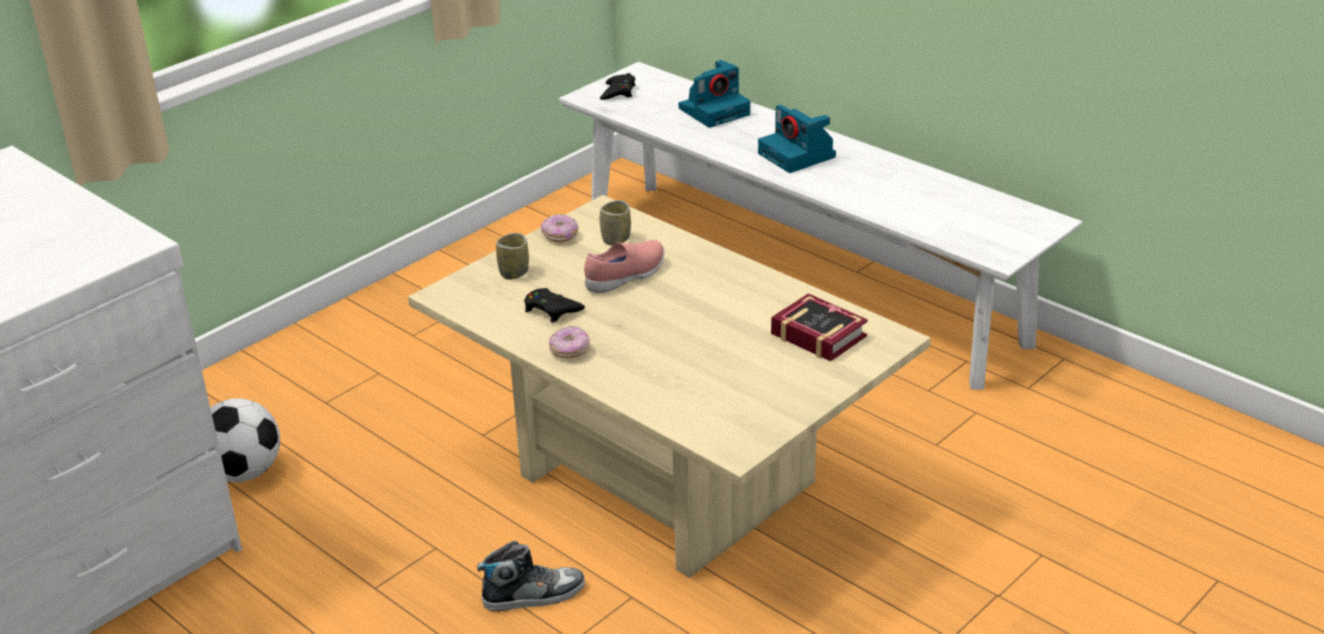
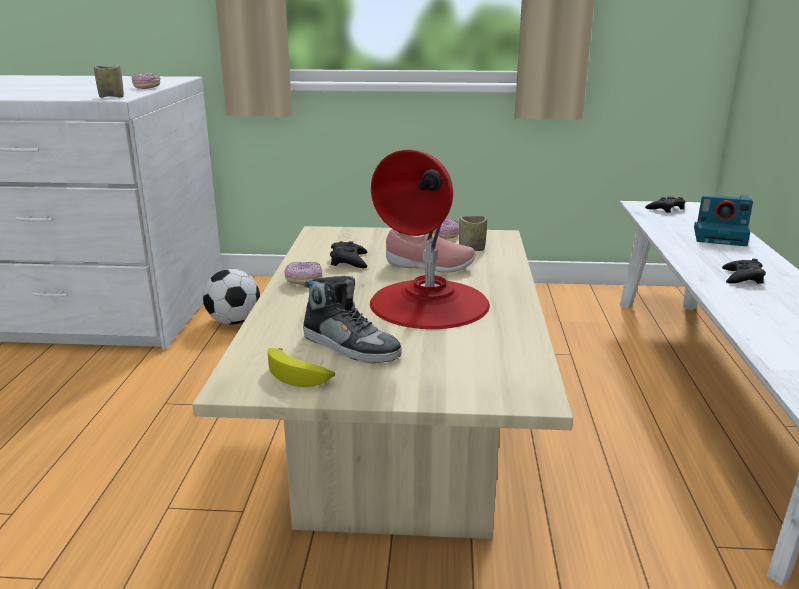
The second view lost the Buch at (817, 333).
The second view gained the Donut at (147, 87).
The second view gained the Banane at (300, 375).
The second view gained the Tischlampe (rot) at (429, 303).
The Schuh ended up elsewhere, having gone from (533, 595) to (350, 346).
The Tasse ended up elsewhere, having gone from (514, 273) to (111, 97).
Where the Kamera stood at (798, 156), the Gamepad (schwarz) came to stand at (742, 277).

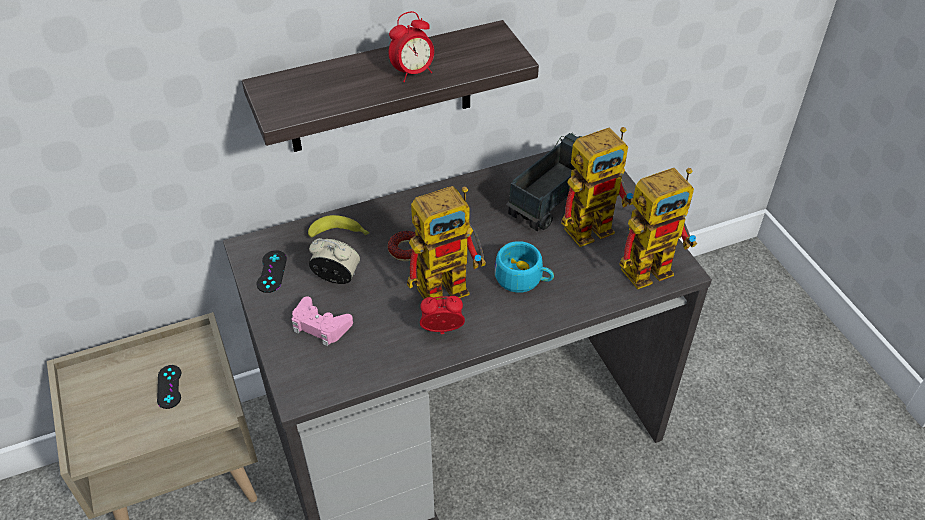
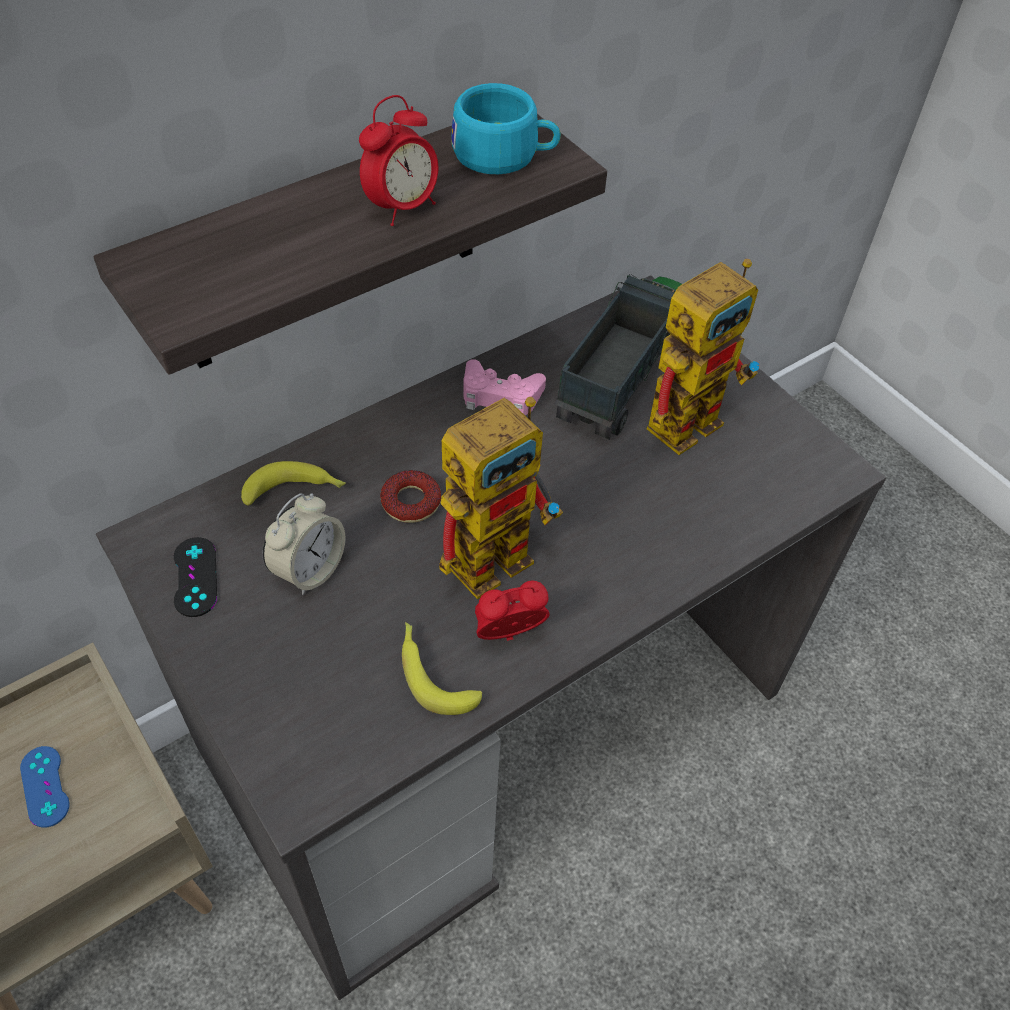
The second view lost the Spielzeugroboter at (653, 265).
The second view gained the Banane at (433, 673).
The Gamepad (rosa) ended up elsewhere, having gone from (320, 326) to (500, 396).
The Tasse (türkis) ended up elsewhere, having gone from (523, 279) to (505, 155).
What was the Gamepad (schwarz) at (169, 387) turned into the Gamepad (blau) at (45, 786).
The Wecker at (336, 277) ended up facing another way, 120 degrees clockwise from before.

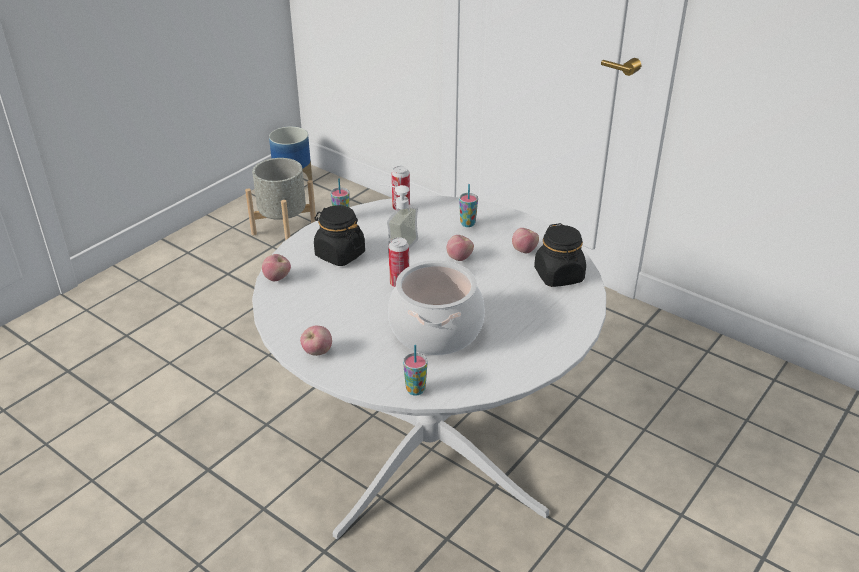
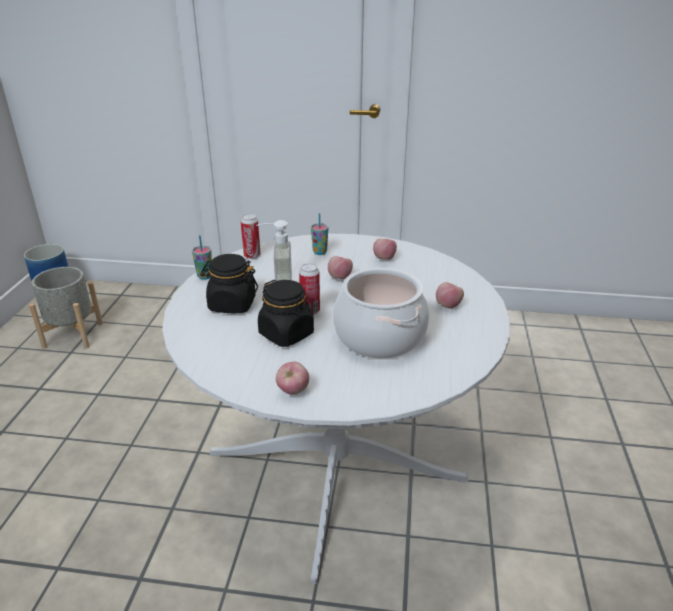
The second view lost the Tasse at (415, 390).
The Apfel ended up elsewhere, having gone from (277, 278) to (448, 306).
The Vorratsglas (schwarz) ended up elsewhere, having gone from (559, 276) to (286, 334).

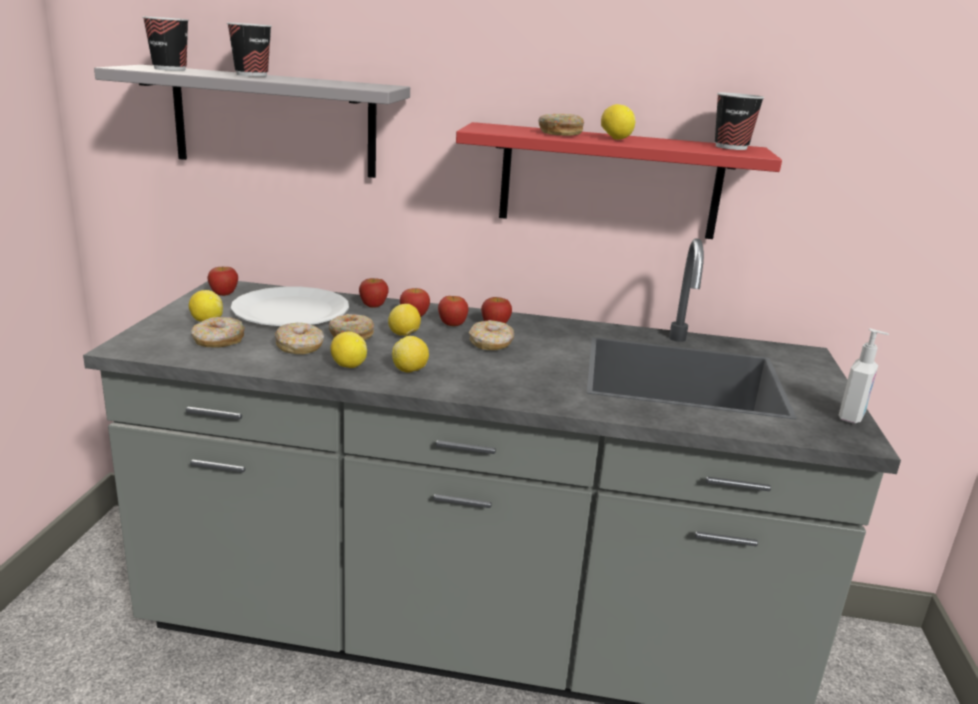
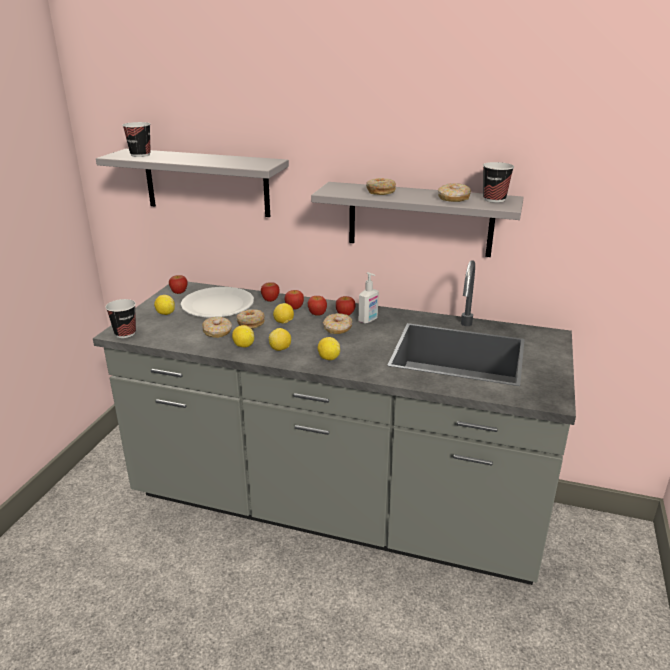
The Donut ended up elsewhere, having gone from (218, 341) to (453, 198).
The Tasse ended up elsewhere, having gone from (251, 75) to (125, 333).
The Zitrone ended up elsewhere, having gone from (615, 139) to (328, 358).
The Seifenspender ended up elsewhere, having gone from (852, 417) to (368, 320).
What was the Wandregal (rot) at (610, 182) turned into the Wandregal (grau) at (420, 219).

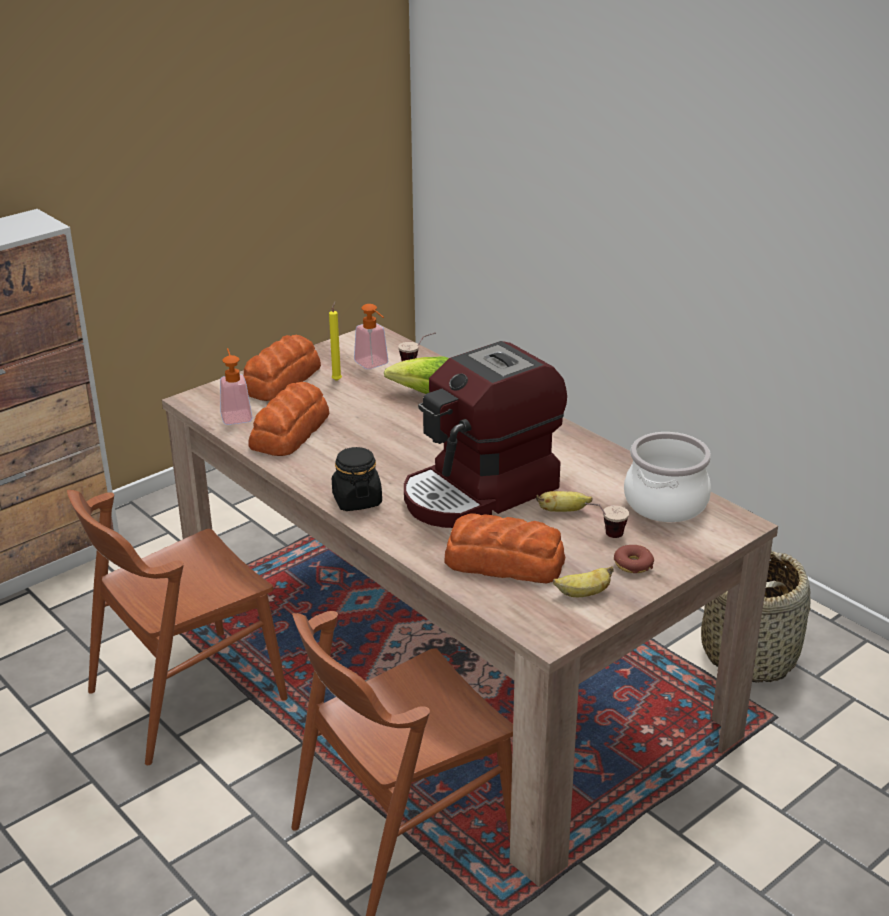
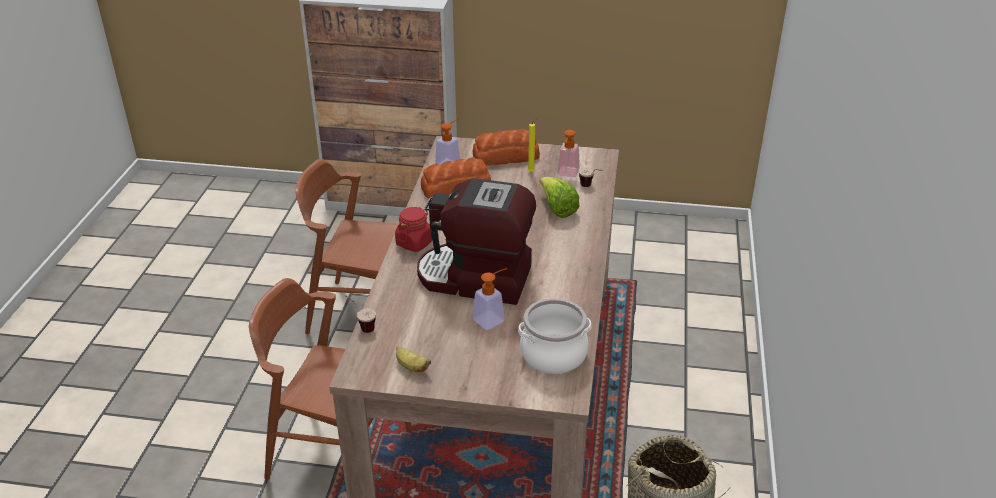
The second view lost the Brot at (503, 561).
The second view lost the Donut at (633, 564).
The Tasse ended up elsewhere, having gone from (604, 535) to (361, 326).
Where the Banane stood at (563, 511), the Seifenspender came to stand at (493, 318).
What was the Vorratsglas (schwarz) at (357, 500) turned into the Vorratsglas (rot) at (414, 243).

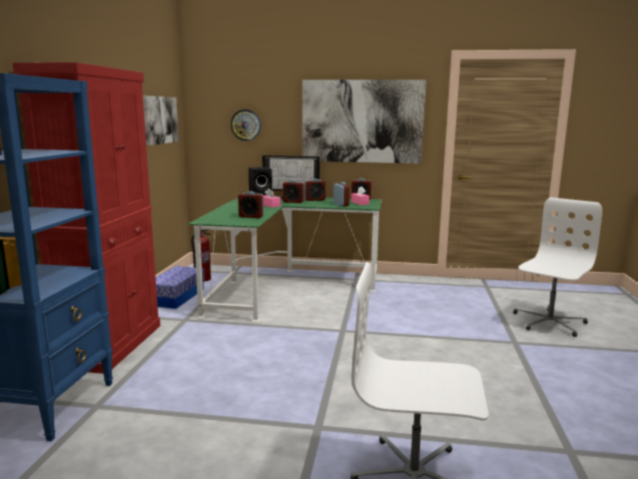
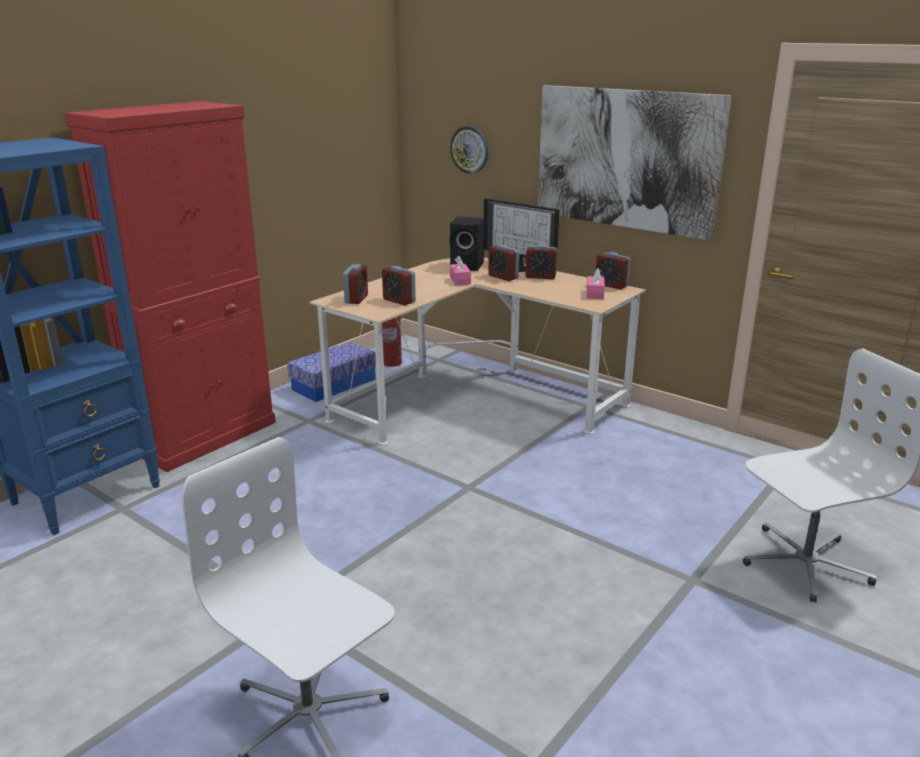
The second view lost the Bild at (159, 120).
The Wecker ended up elsewhere, having gone from (341, 204) to (356, 299).
What was the Schreibtisch (grün) at (284, 287) turned into the Schreibtisch (beige) at (475, 398).

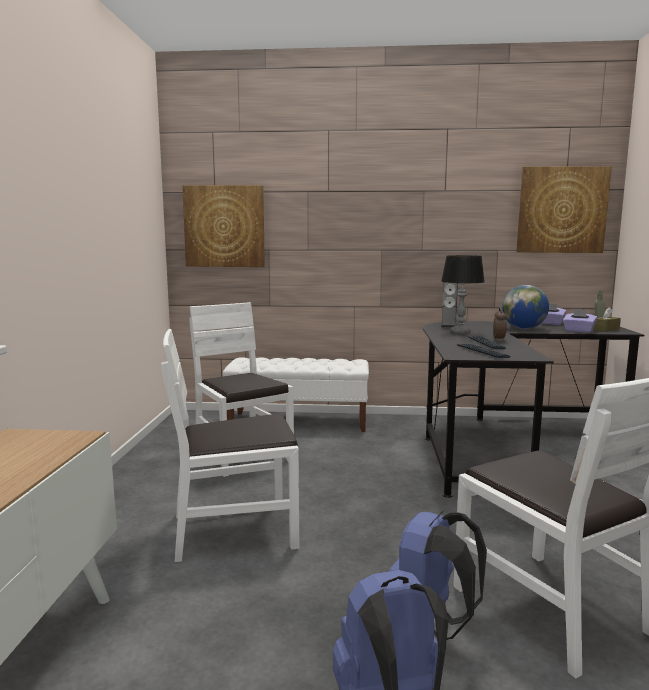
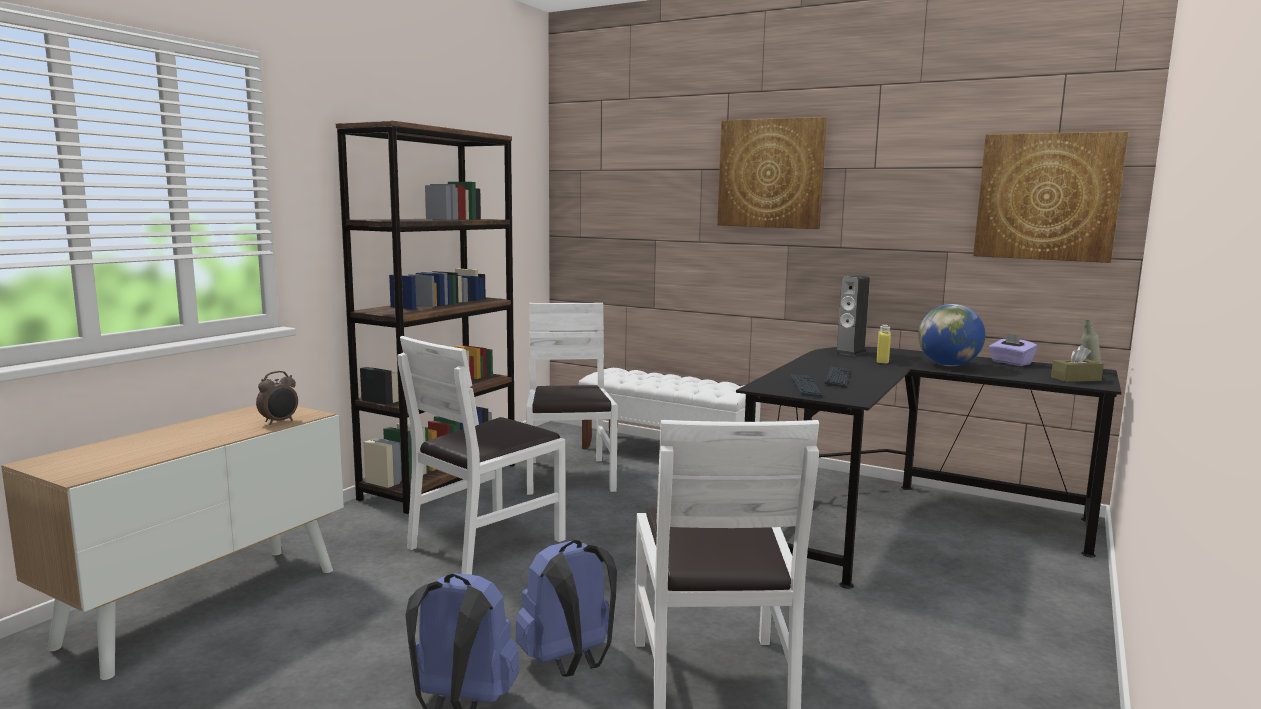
The second view lost the Tischlampe at (460, 332).
The second view lost the Taschentuchbox (lila) at (578, 331).
The second view gained the Bücherregal (braun) at (441, 481).
The second view gained the Flasche (gelb) at (882, 360).
The Bild ended up elsewhere, having gone from (224, 226) to (770, 173).
The Wecker ended up elsewhere, having gone from (499, 340) to (279, 422).
The Stuhl (weiß) at (234, 529) ended up facing another way, 60 degrees counterclockwise from before.

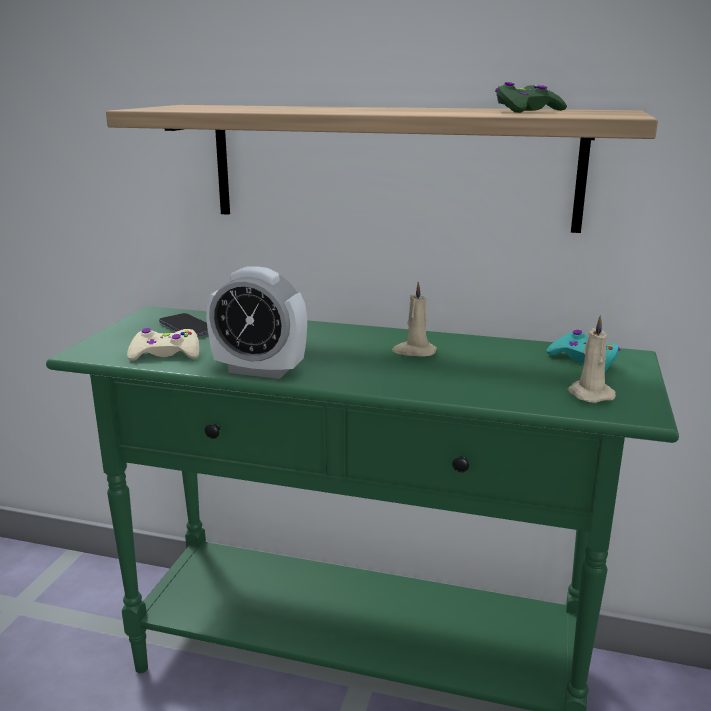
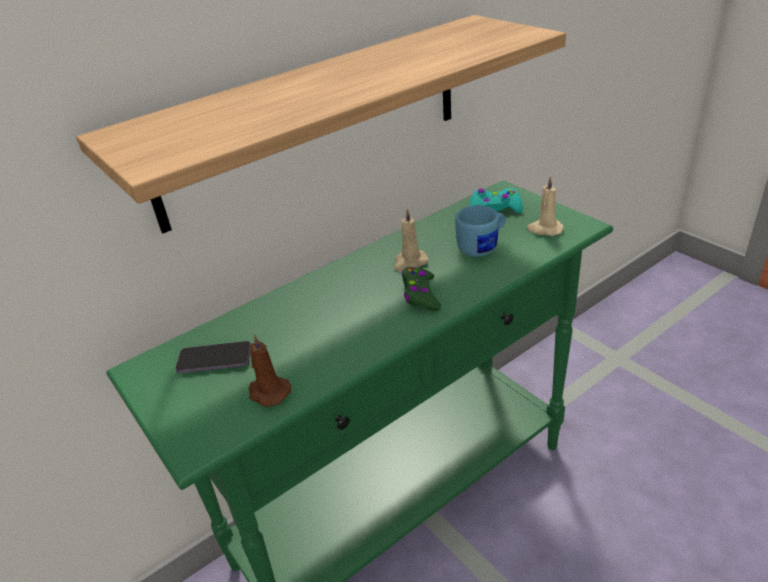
The second view lost the Wecker at (259, 370).
The second view gained the Henkelbecher (blau) at (482, 247).
The Gamepad (grün) ended up elsewhere, having gone from (527, 111) to (420, 295).
Where the Gamepad (beige) stood at (165, 354), the Kerze (braun) came to stand at (268, 392).

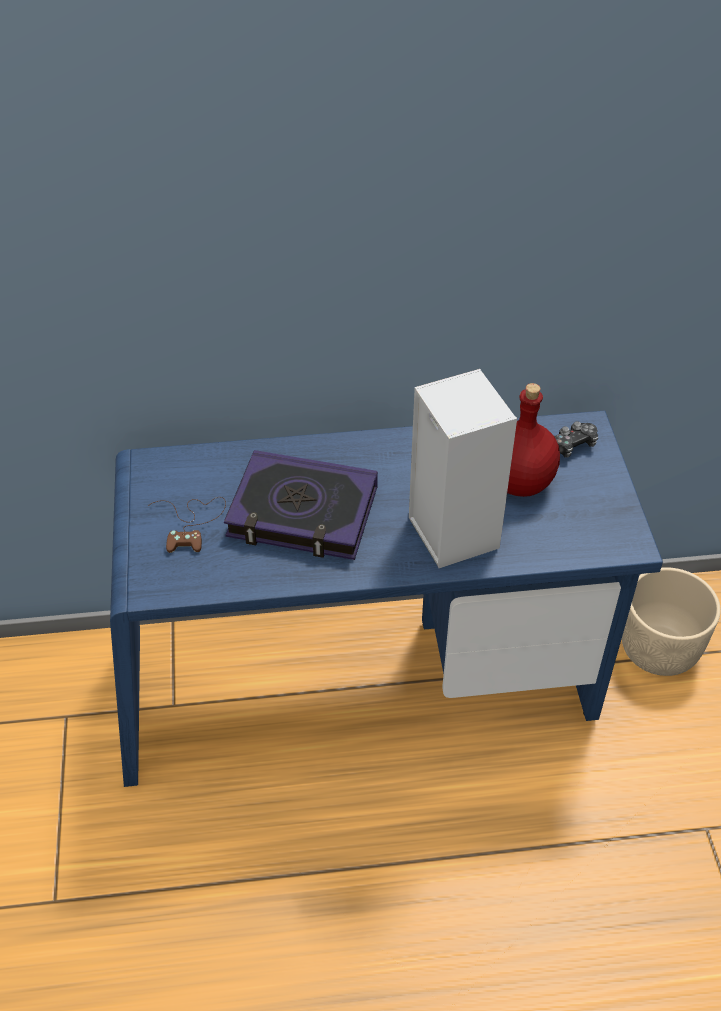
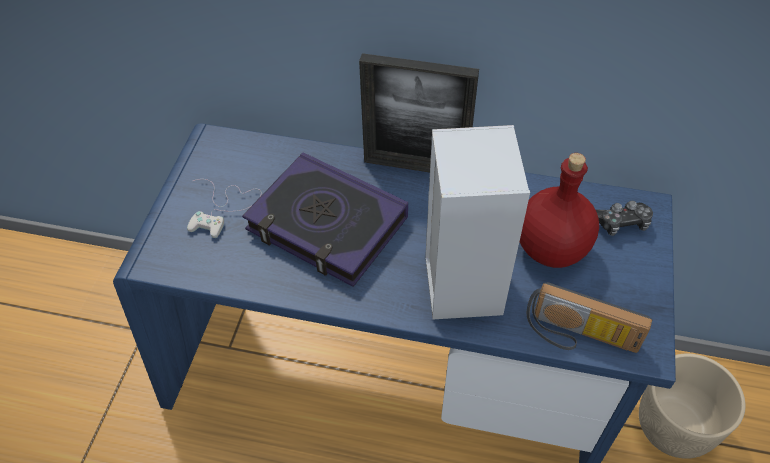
The second view gained the Bilderrahmen at (415, 166).
The second view gained the Radio at (579, 337).
What was the Gamepad (braun) at (192, 522) turned into the Gamepad (weiß) at (224, 207).

